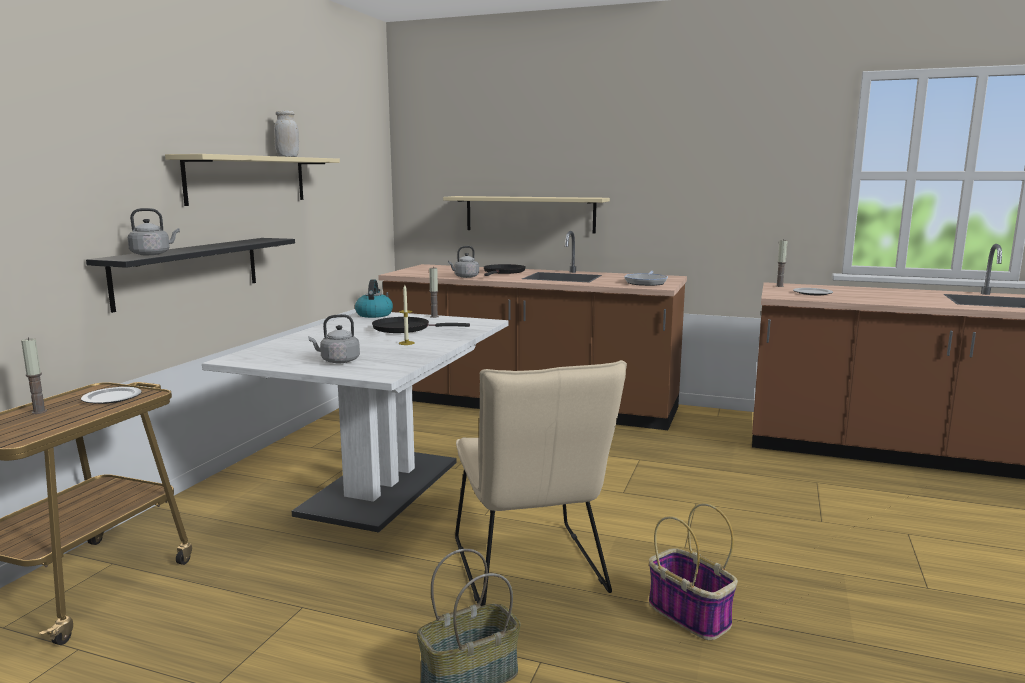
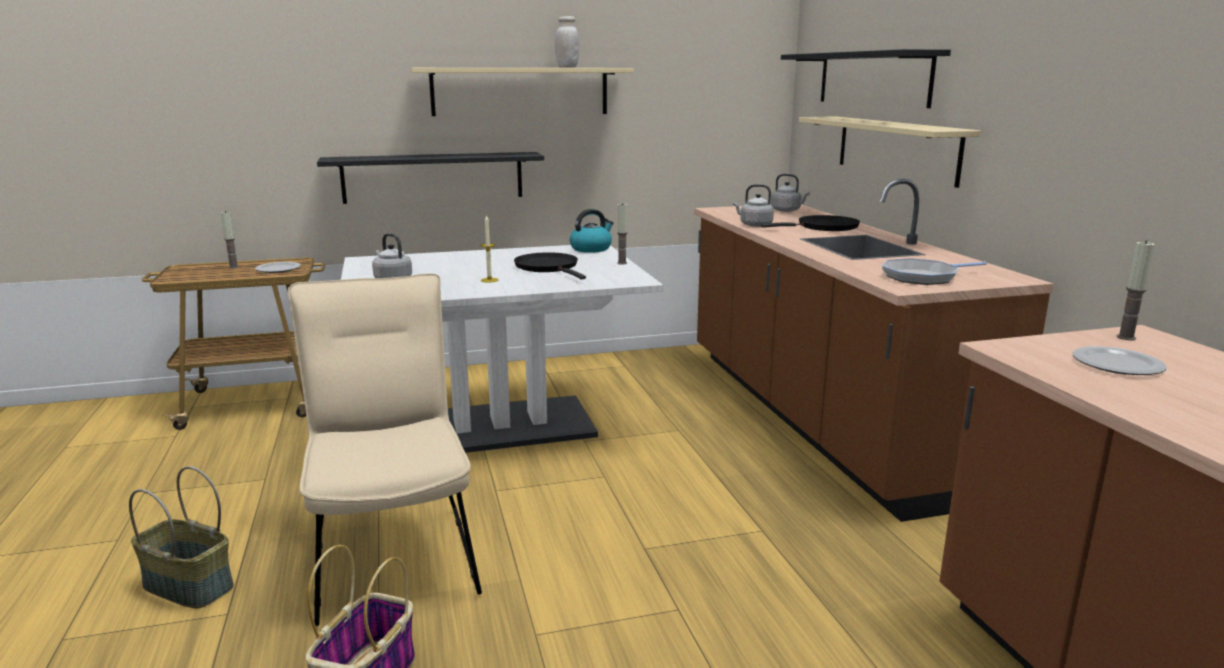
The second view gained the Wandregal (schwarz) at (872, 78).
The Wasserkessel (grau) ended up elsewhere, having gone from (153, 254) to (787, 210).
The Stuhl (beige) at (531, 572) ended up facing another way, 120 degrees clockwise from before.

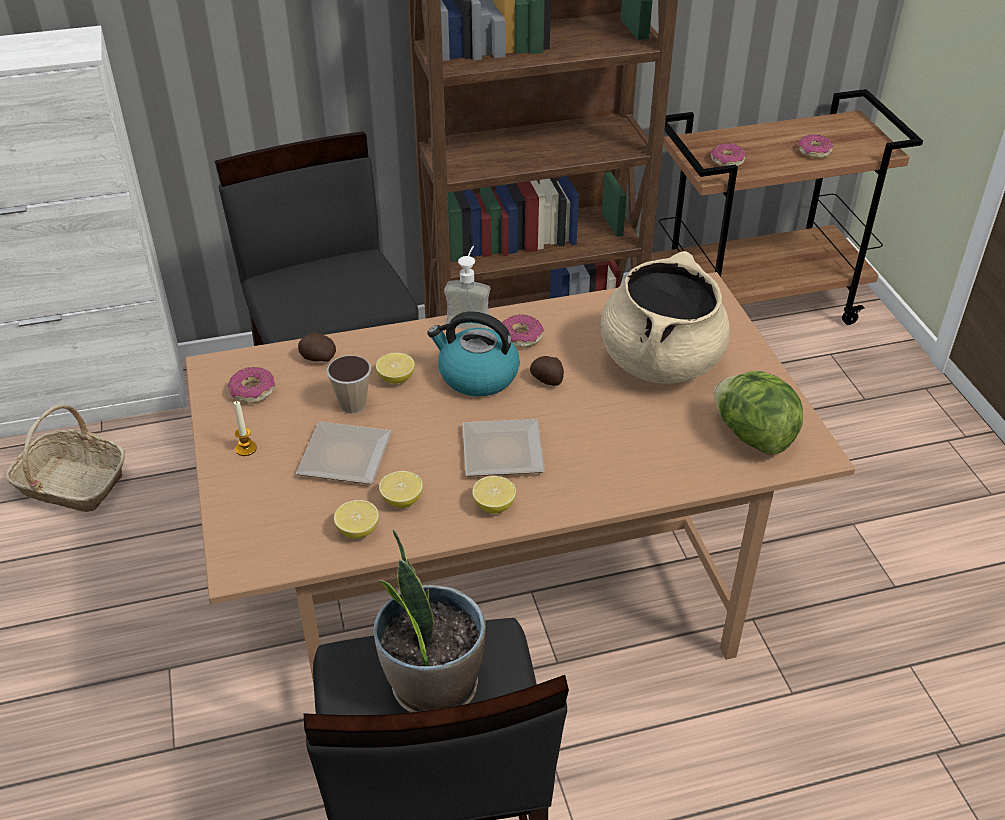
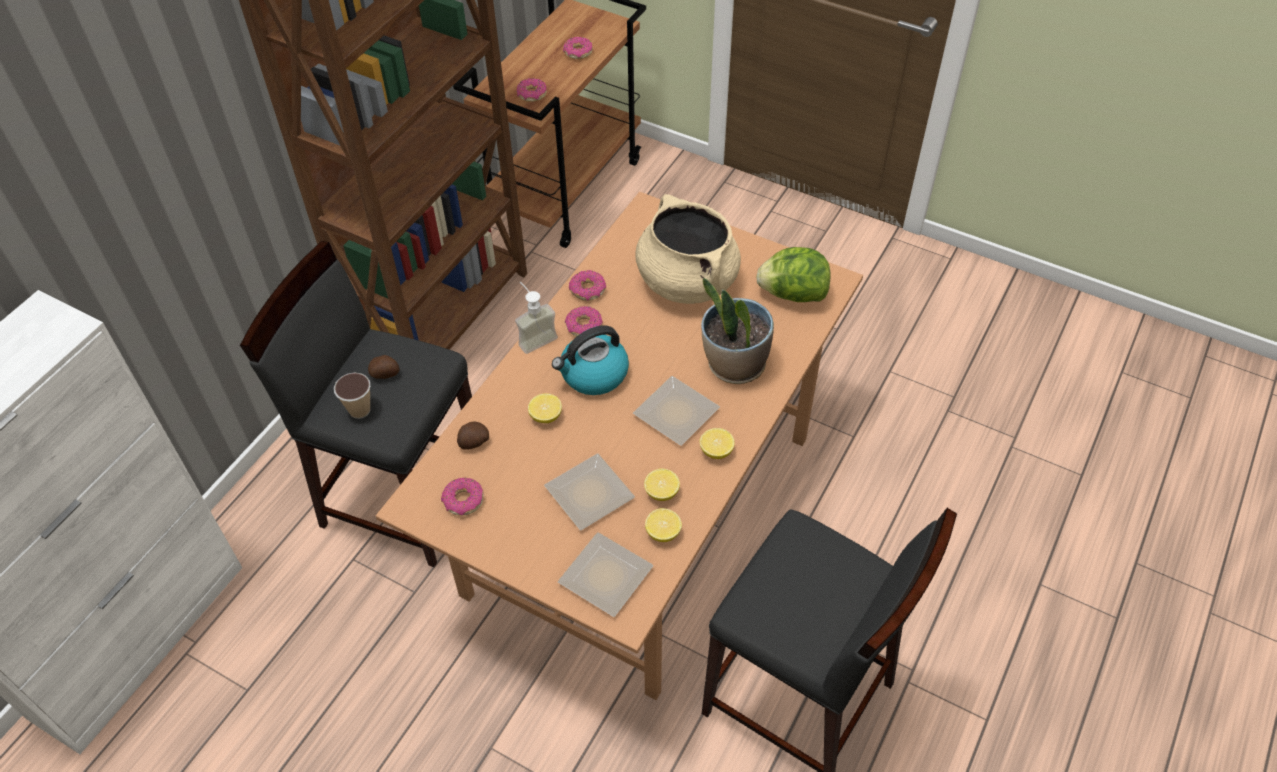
The second view lost the Korb at (71, 484).
The second view lost the Kerze at (246, 448).
The second view gained the Teller at (609, 576).
The second view gained the Donut at (587, 290).
The Tasse ended up elsewhere, having gone from (352, 405) to (359, 410).
The Topfpflanze ended up elsewhere, having gone from (433, 685) to (734, 365).
The Kartoffel ended up elsewhere, having gone from (548, 380) to (385, 374).

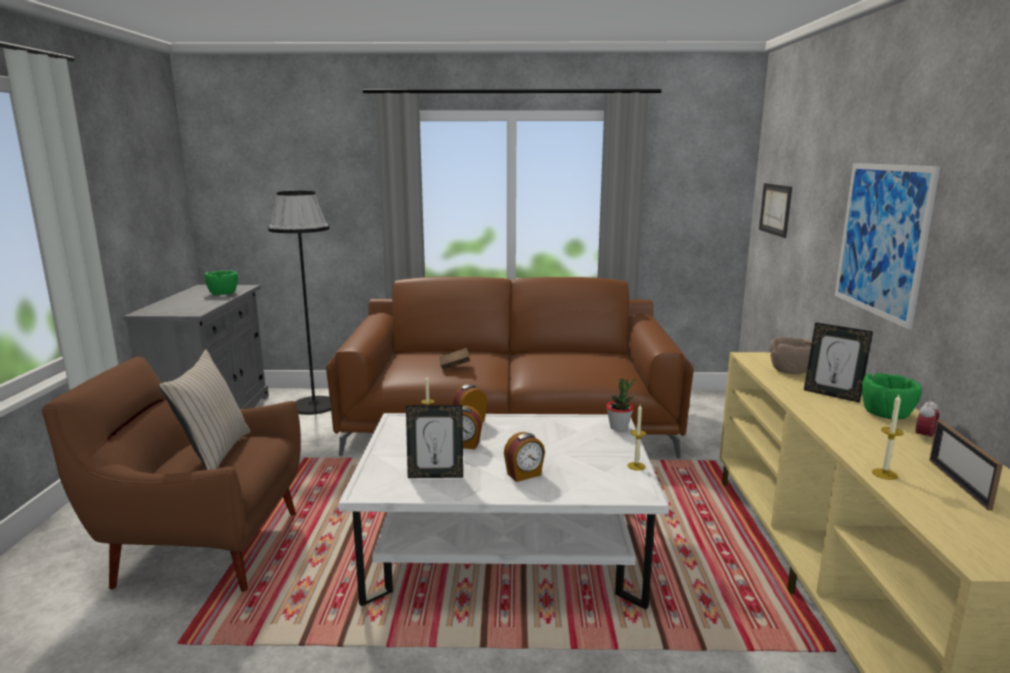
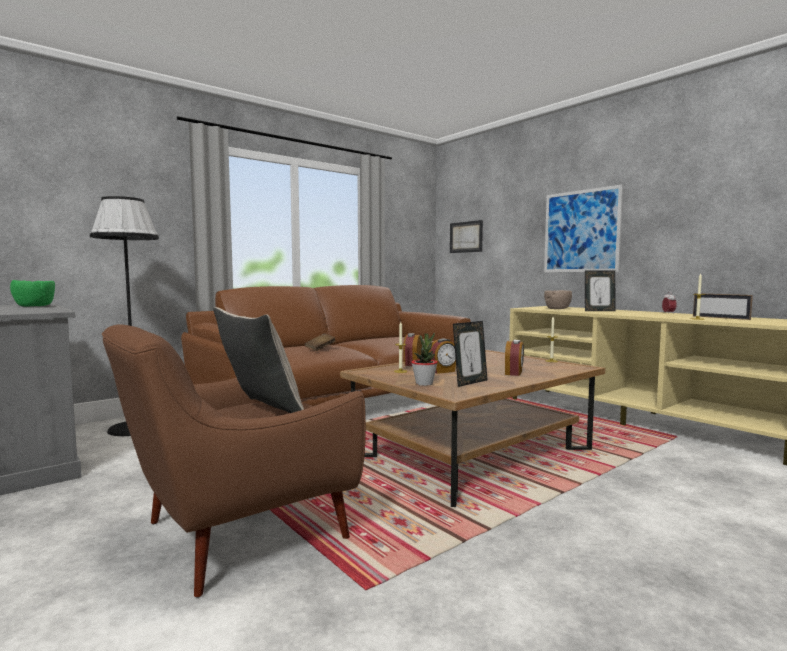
The second view lost the Schüssel (grün) at (886, 415).
The Topfpflanze ended up elsewhere, having gone from (619, 428) to (424, 384).
What was the Couchtisch (weiß) at (505, 550) turned into the Couchtisch (braun) at (473, 453).

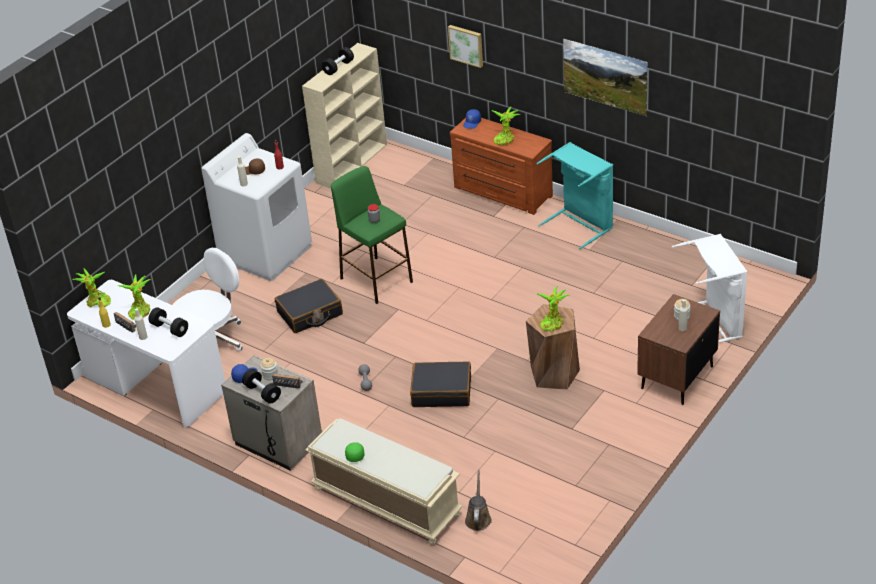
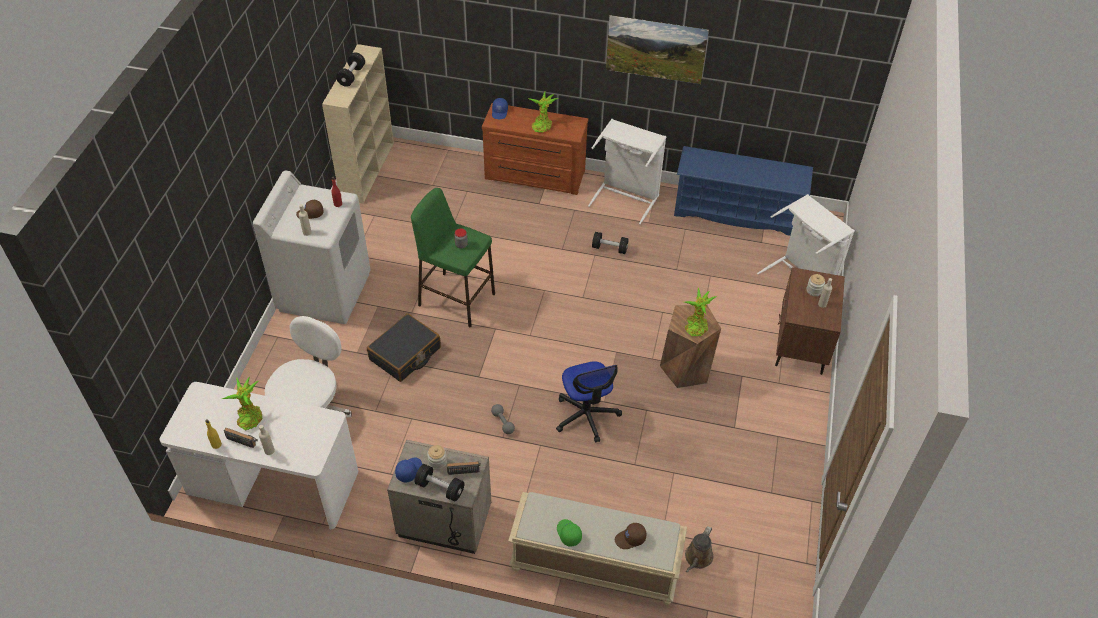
The second view lost the Topfpflanze at (97, 302).
The second view lost the Bild at (466, 45).
The second view gained the Kappe (braun) at (630, 539).
The second view gained the Schuhregal (blau) at (736, 212).
The Hantel (schwarz) ended up elsewhere, having gone from (170, 329) to (609, 248).
Where the Koffer (schwarz) stood at (441, 391), the Bürostuhl came to stand at (586, 415).
What was the Wäschekorb (türkis) at (580, 224) turned into the Wäschekorb (weiß) at (626, 196).
The Gießkanne (braun) at (478, 518) ended up facing another way, 135 degrees counterclockwise from before.

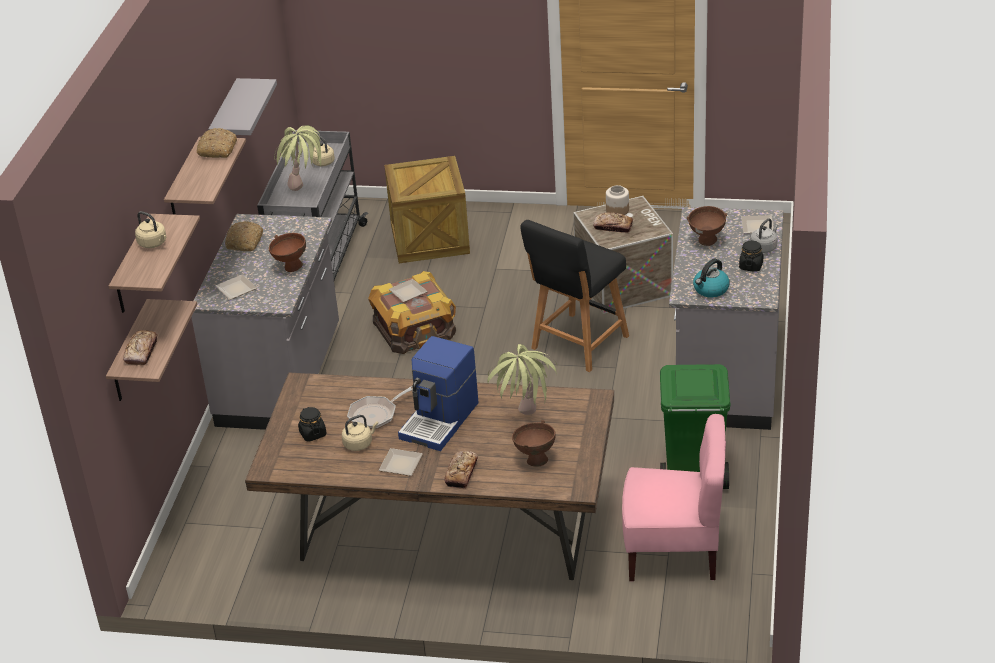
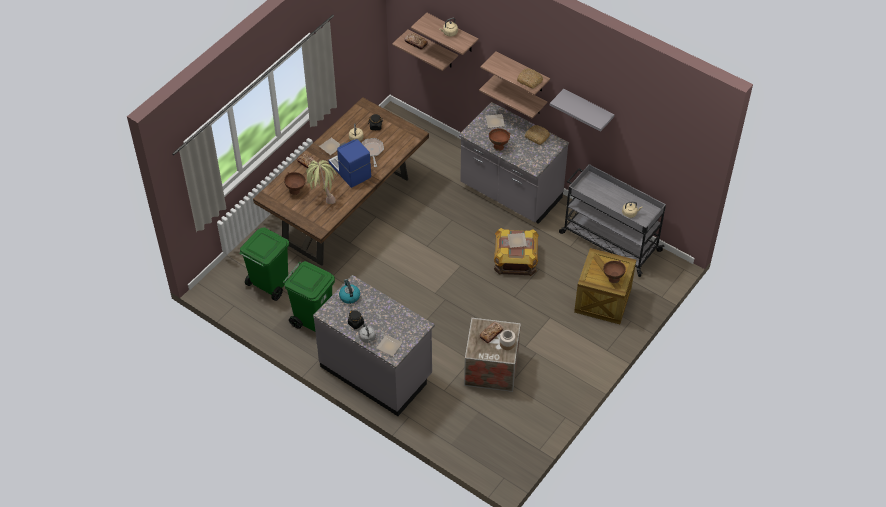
The second view lost the Topfpflanze at (306, 195).
The second view lost the Hocker (schwarz) at (577, 345).
The second view gained the Wandregal at (520, 95).
The Schüssel (braun) ended up elsewhere, having gone from (707, 242) to (612, 279).
Where the Stuhl (rosa) stood at (674, 553), the Mülleimer (grün) came to stand at (269, 284).

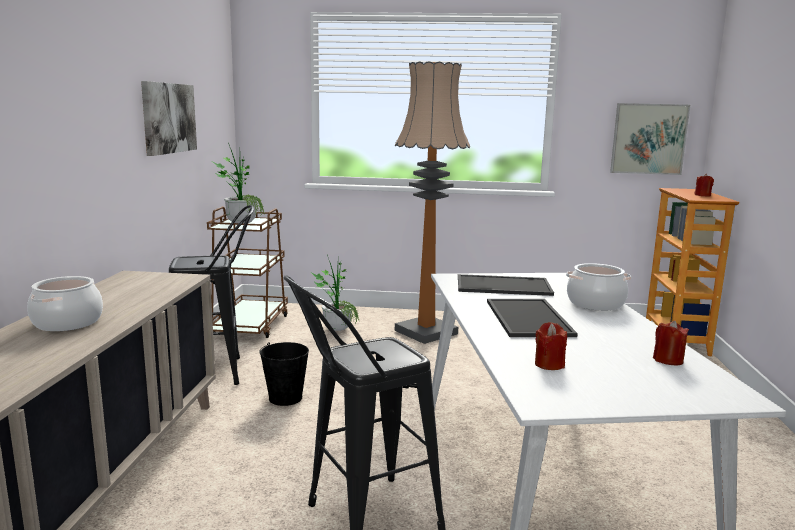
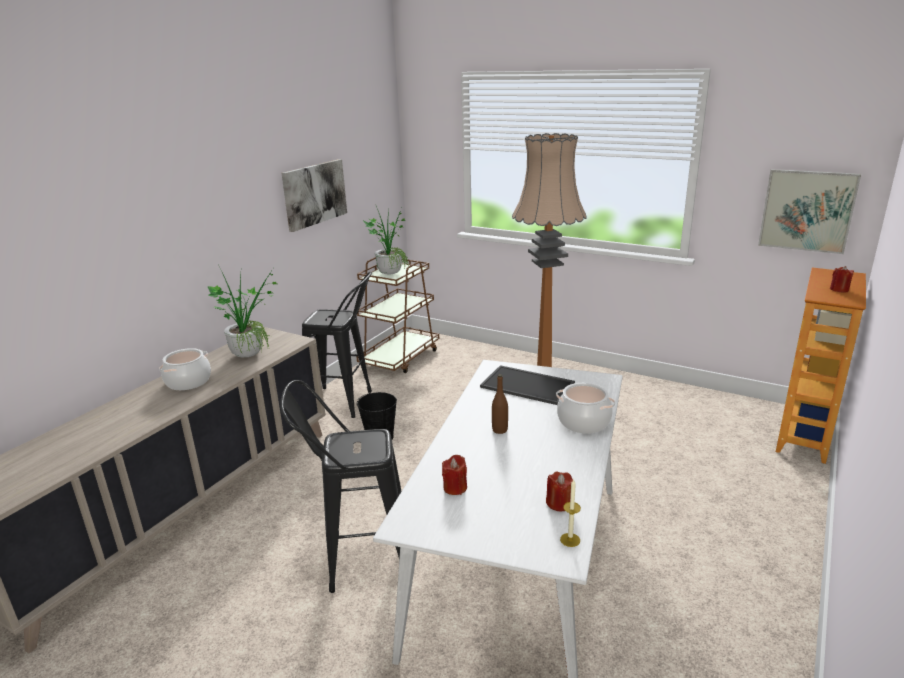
The second view gained the Kerze at (570, 540).
The Topfpflanze ended up elsewhere, having gone from (336, 327) to (250, 352).
Where the Tablett stood at (526, 317), the Flasche (braun) came to stand at (499, 430).

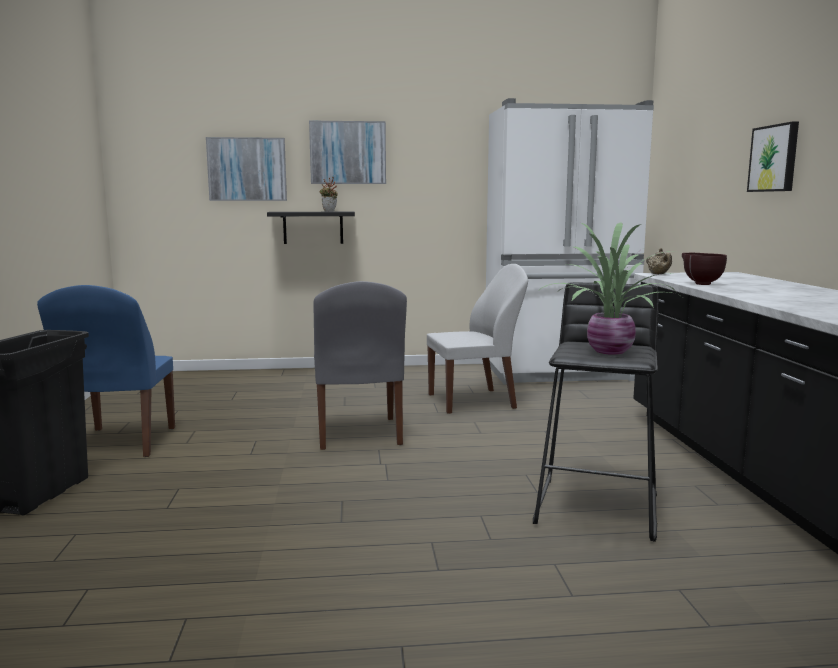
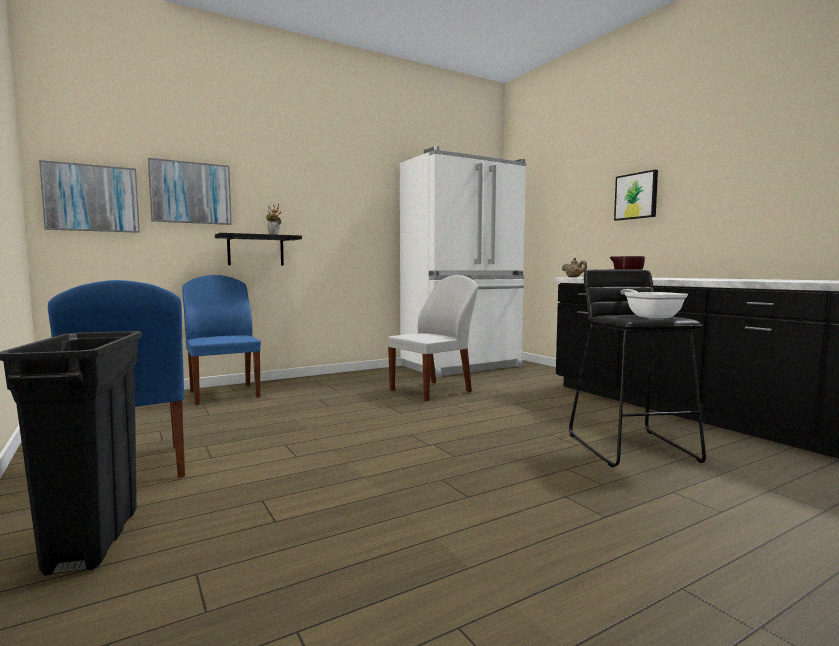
The second view lost the Stuhl (grau) at (358, 434).
The second view gained the Stuhl (blau) at (224, 394).
The Bild ended up elsewhere, having gone from (348, 153) to (92, 198).
Where the Topfpflanze stood at (610, 351), the Pfanne came to stand at (650, 316).

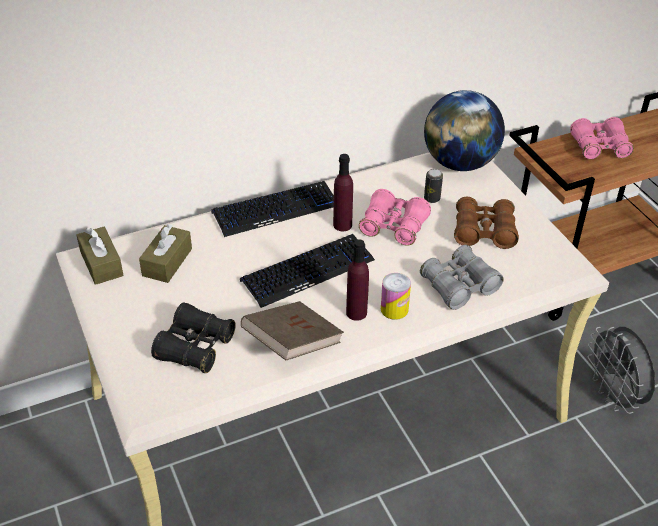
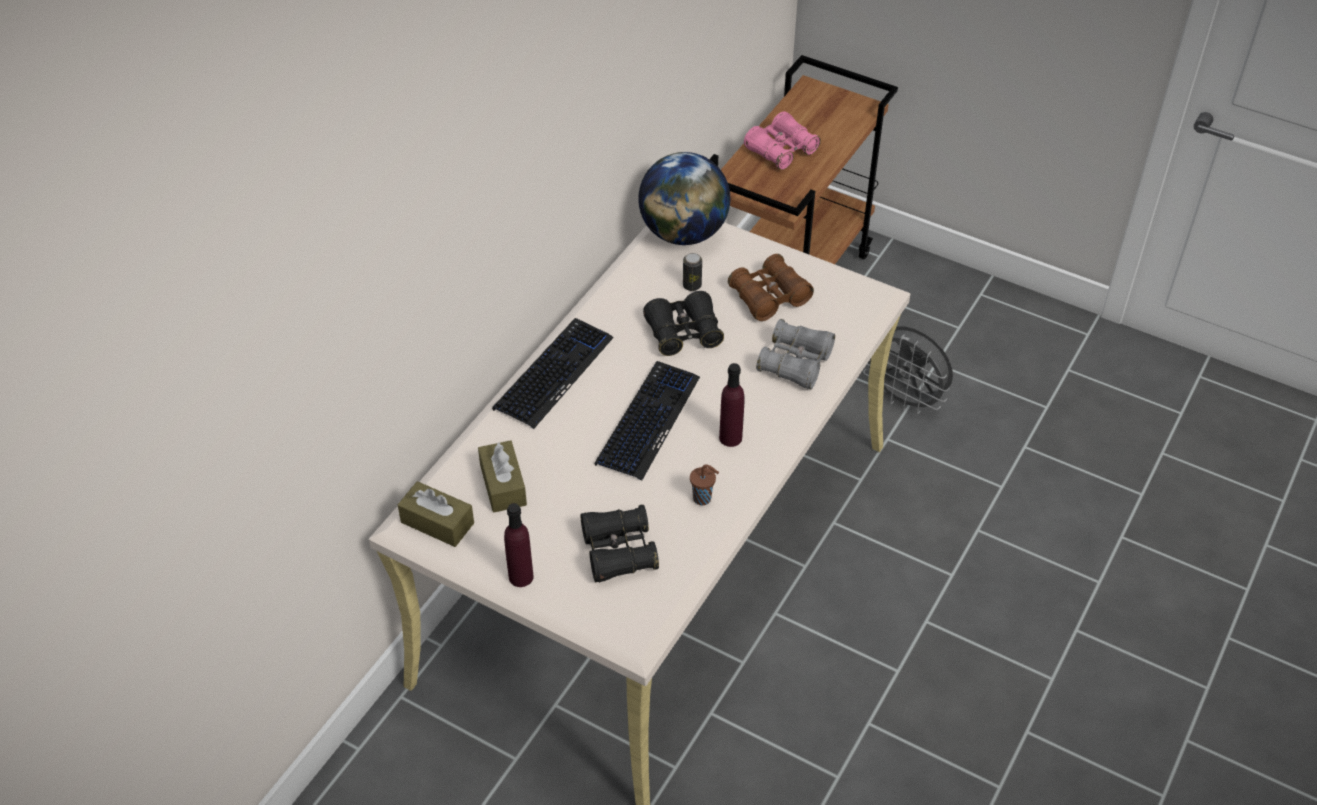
The second view lost the Dose at (394, 309).
The Flasche (lila) ended up elsewhere, having gone from (342, 225) to (521, 577).
Where the Buch (braun) stood at (292, 344), the Tasse (braun) came to stand at (703, 499).
What was the Fernglas (rosa) at (393, 226) turned into the Fernglas (schwarz) at (683, 333).

